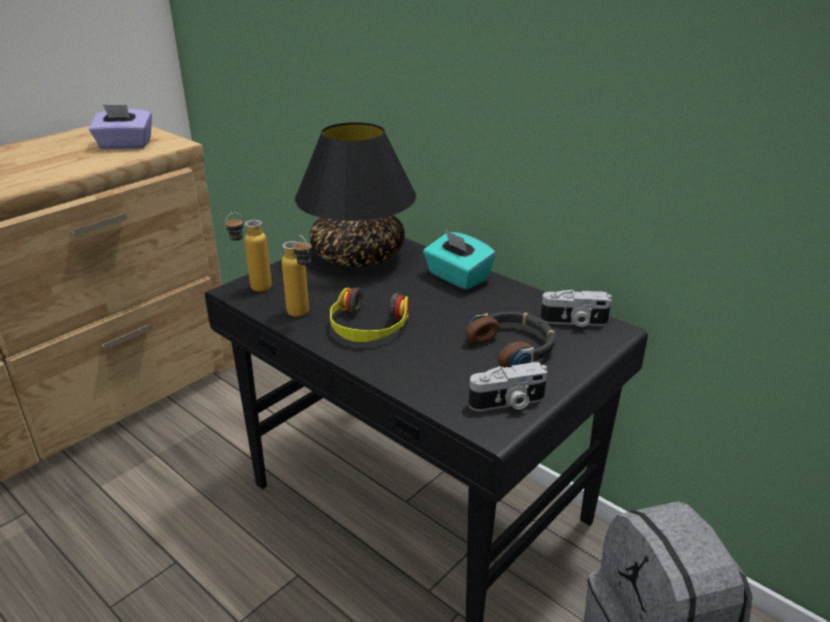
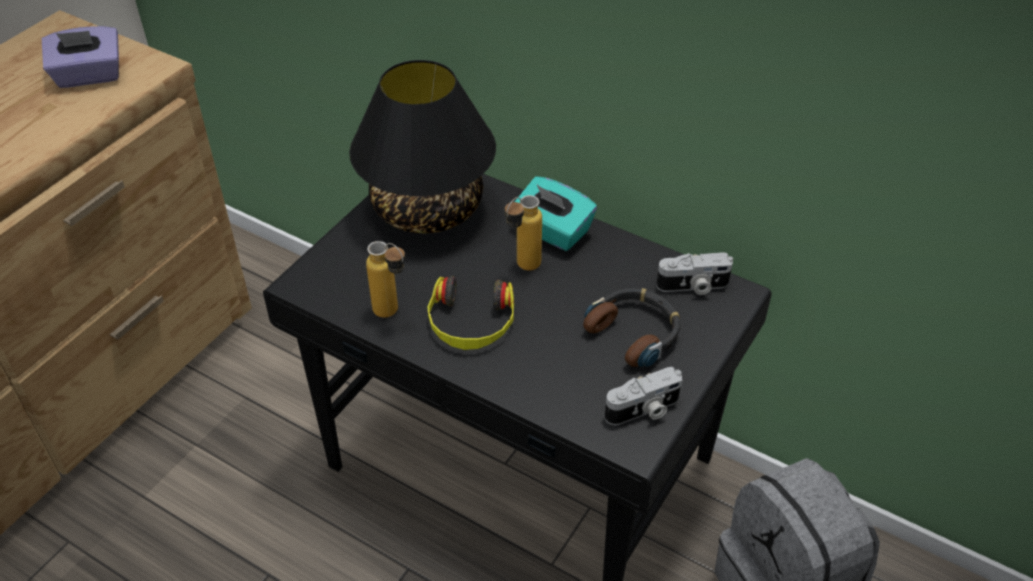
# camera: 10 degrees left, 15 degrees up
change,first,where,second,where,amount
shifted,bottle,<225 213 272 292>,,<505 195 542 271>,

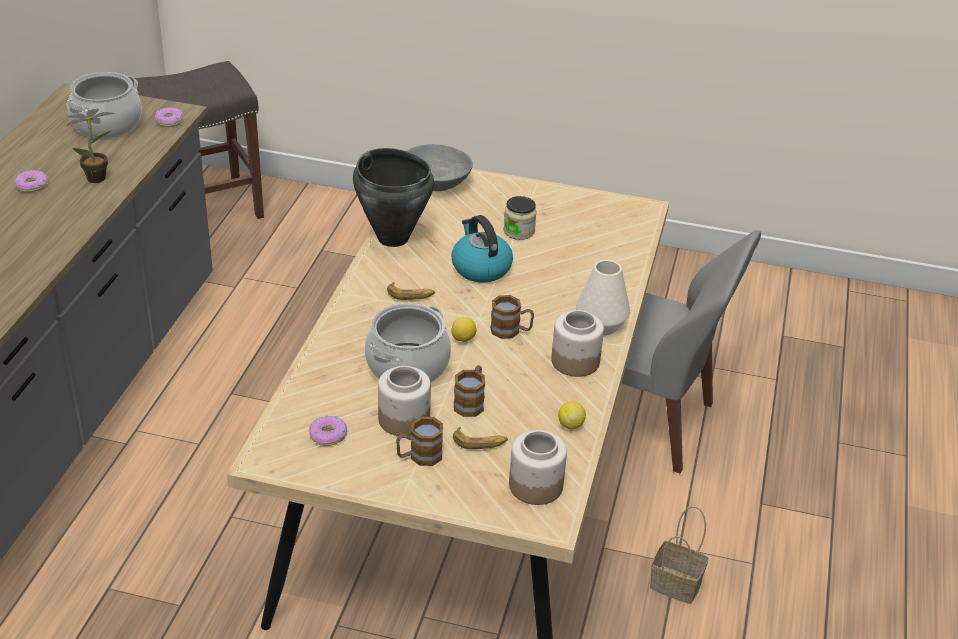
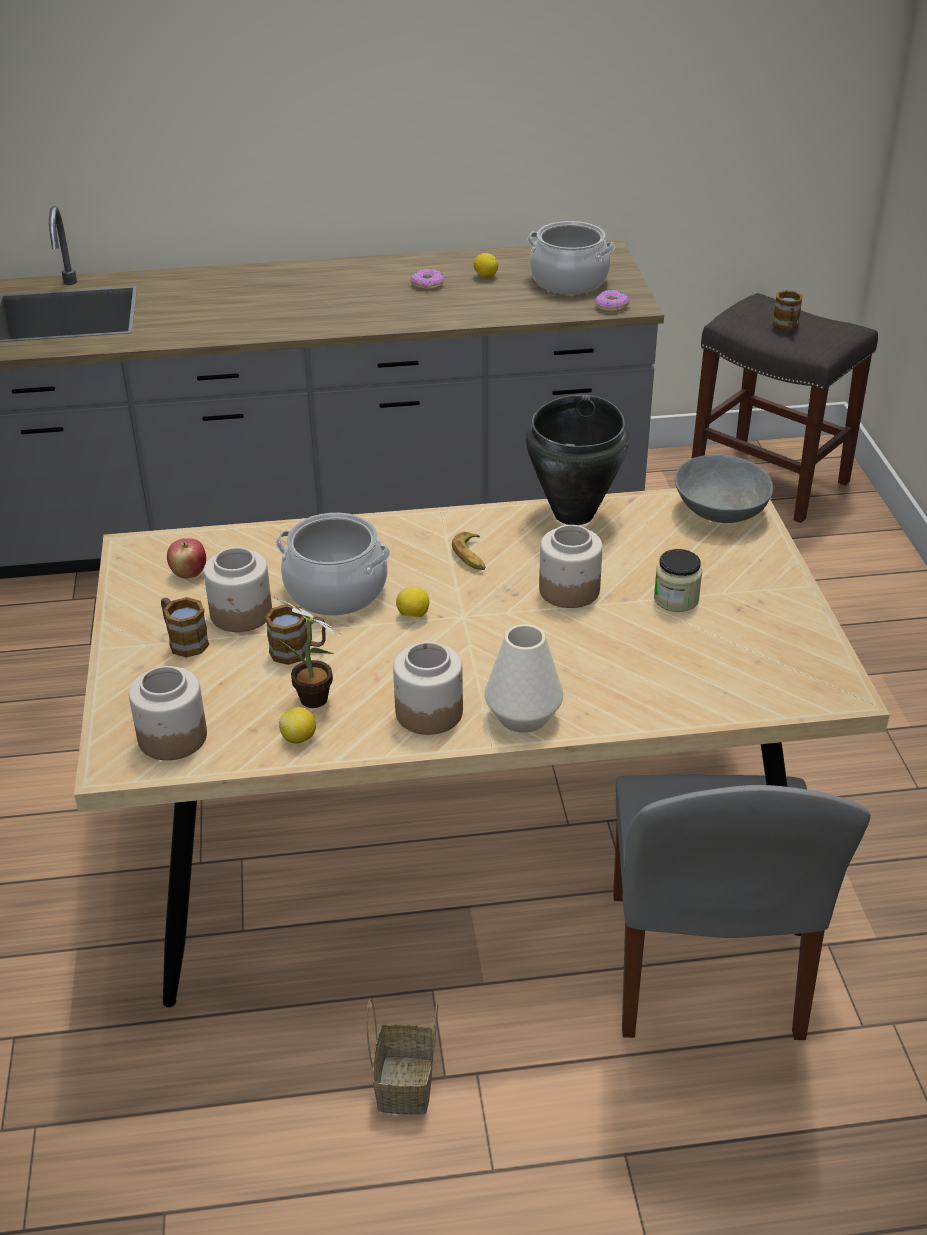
# camera: 70 degrees right, 0 degrees up
change,first,where,second,where,amount
swapped,donut,<309 416 347 446>,apple,<167 538 206 579>,
shifted,potted plant,<66 109 115 183>,,<273 597 338 708>,
new,,,lemon,<474 253 498 278>,
swapped,kettle,<451 215 513 282>,jar,<539 525 603 608>,
shifted,mug,<490 295 534 339>,,<772 290 803 331>,
gone,banana,<453 427 508 449>,,,

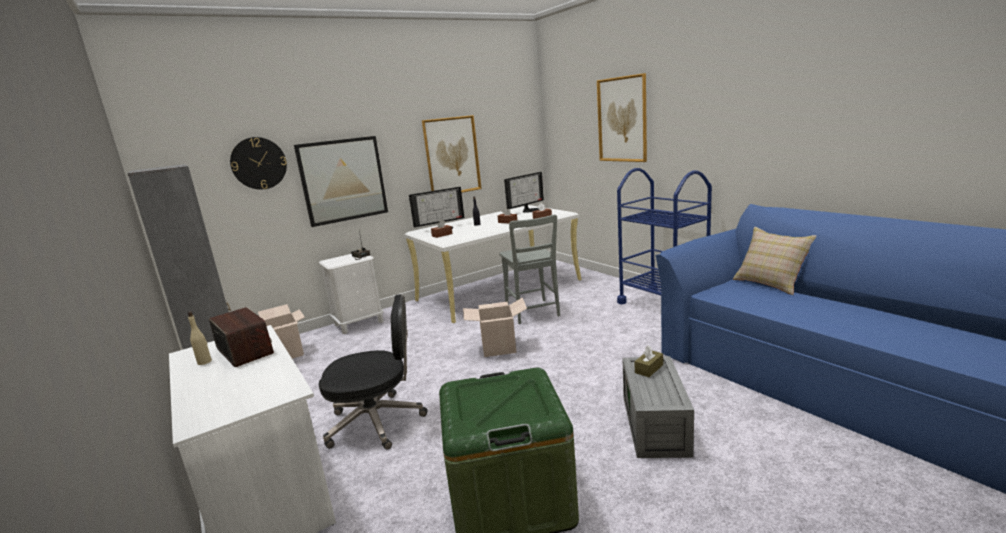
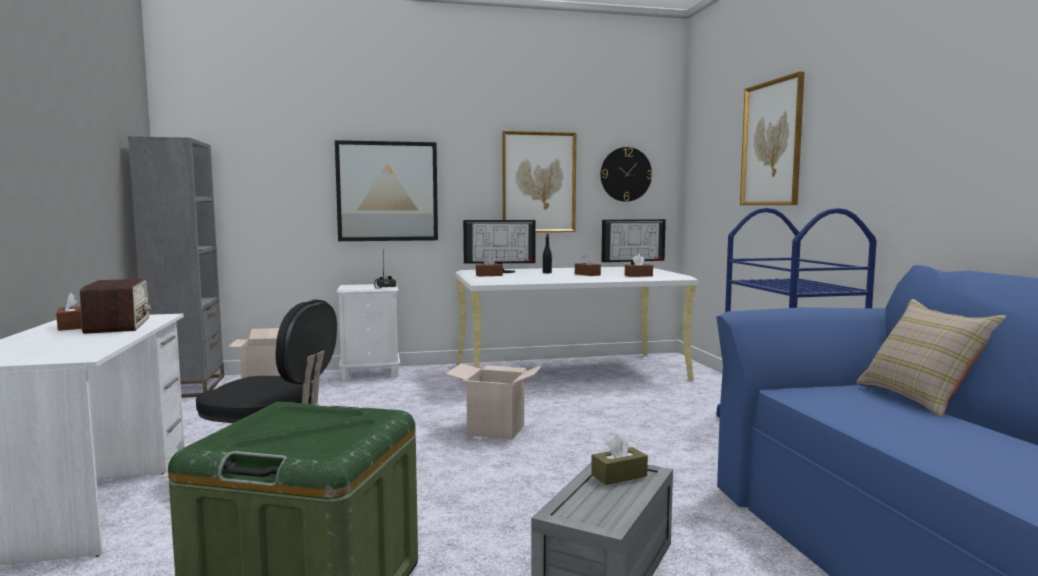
# camera: 20 degrees right, 10 degrees down
change,first,where,second,where,amount
swapped,bottle (beige),<188 311 212 365>,tissue box (brown),<56 293 82 331>,
shifted,wall clock,<230 137 287 190>,,<600 147 652 202>,
gone,chair (grey),<499 215 560 324>,,,

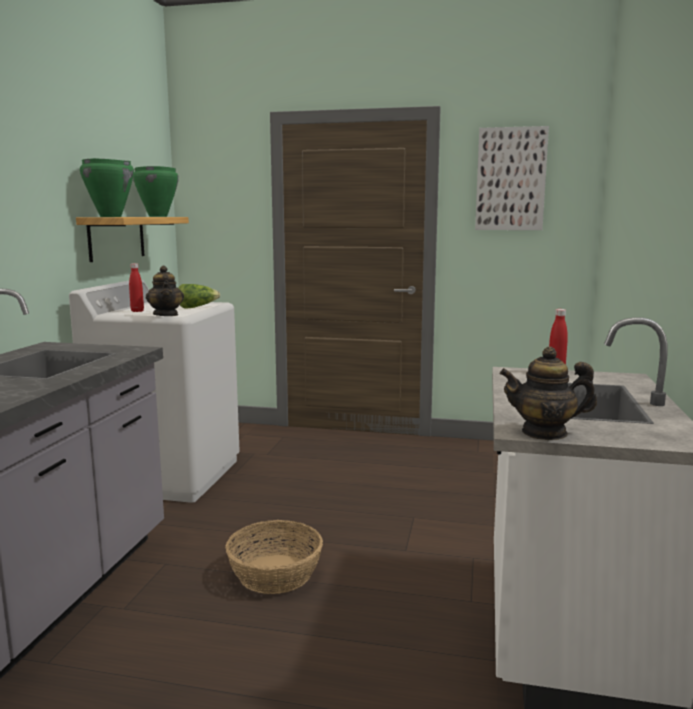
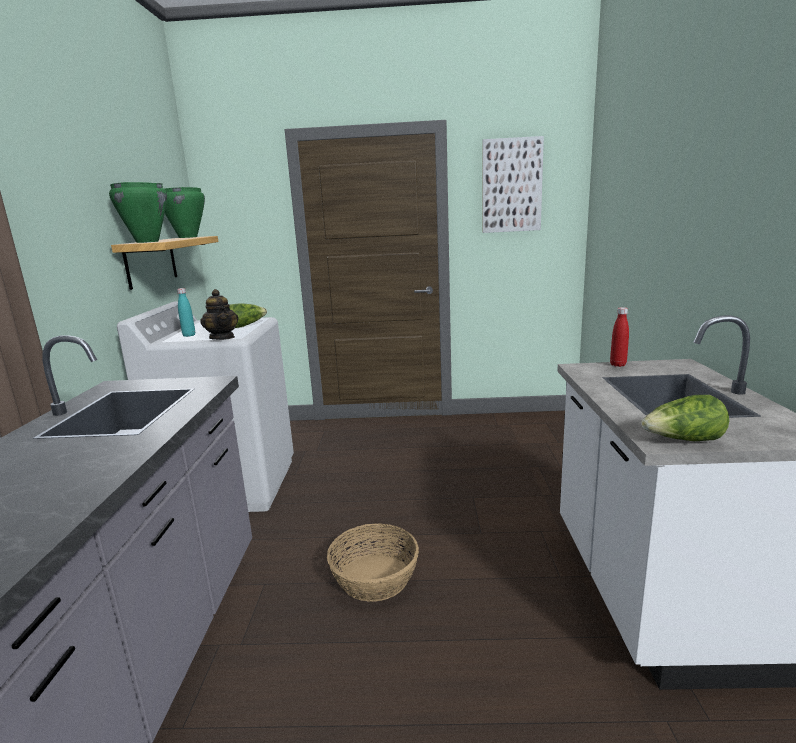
# camera: 10 degrees left, 5 degrees up
change,first,where,second,where,amount
repainted,bottle (red),<129 263 144 312>,bottle (turquoise),<177 288 195 337>,
swapped,teapot,<500 347 597 440>,lettuce,<641 395 729 441>,

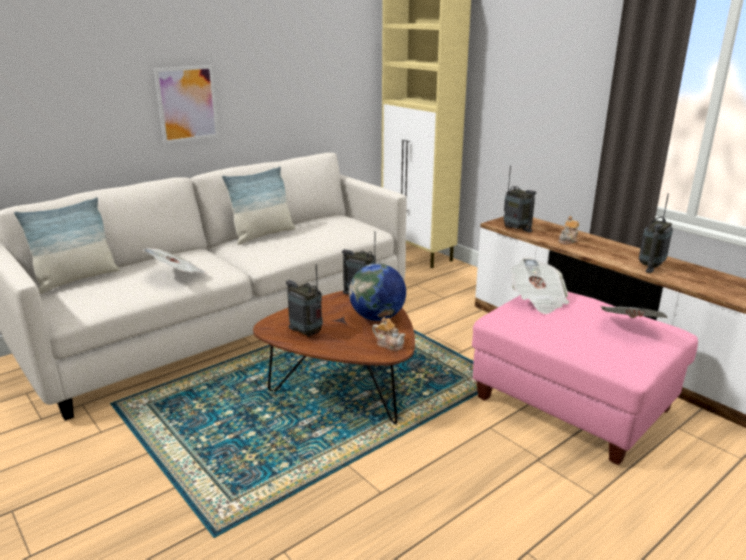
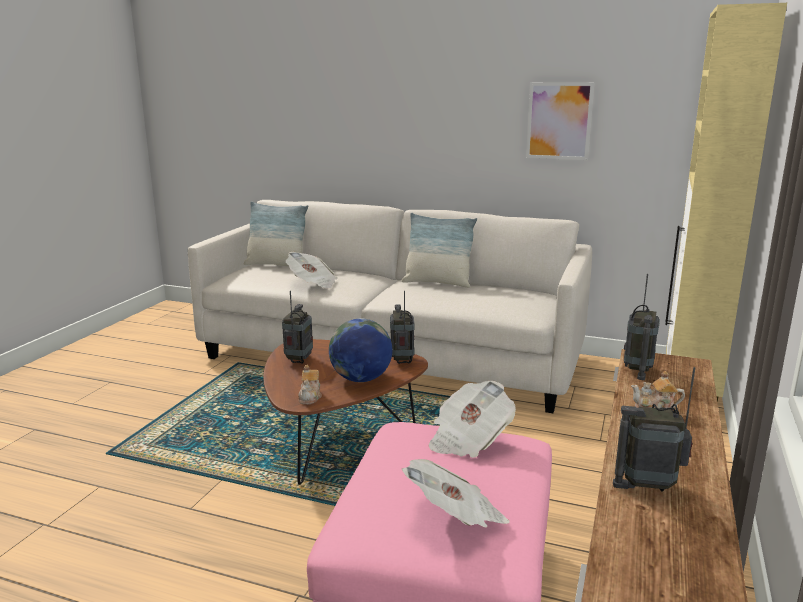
# camera: 60 degrees right, 5 degrees down
change,first,where,second,where,amount
shifted,picture,<154 65 219 144>,,<526 82 595 160>,

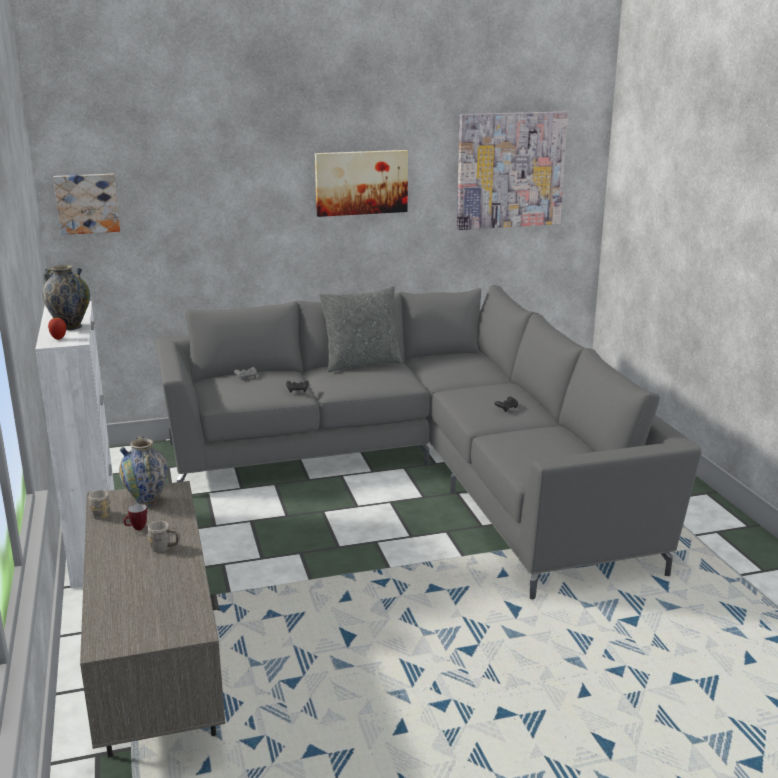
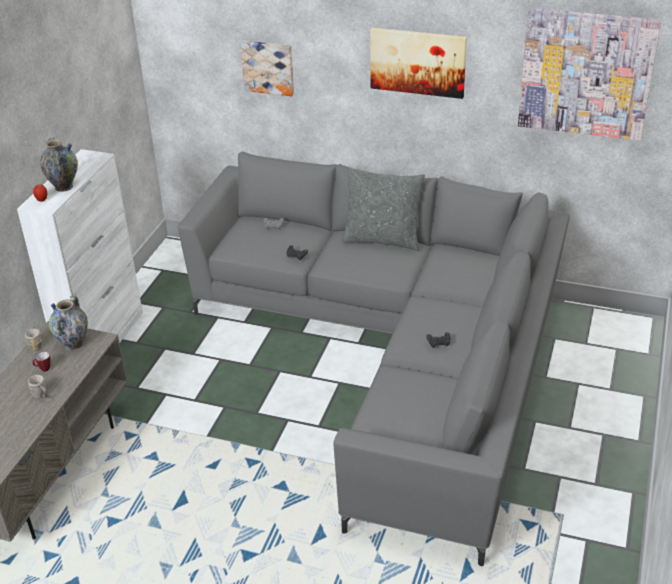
# camera: 35 degrees right, 15 degrees up
change,first,where,second,where,amount
shifted,picture,<54 174 120 235>,,<240 40 294 96>,

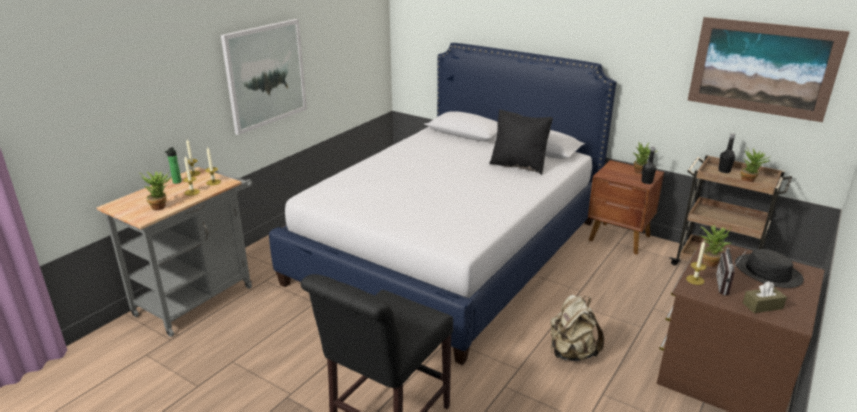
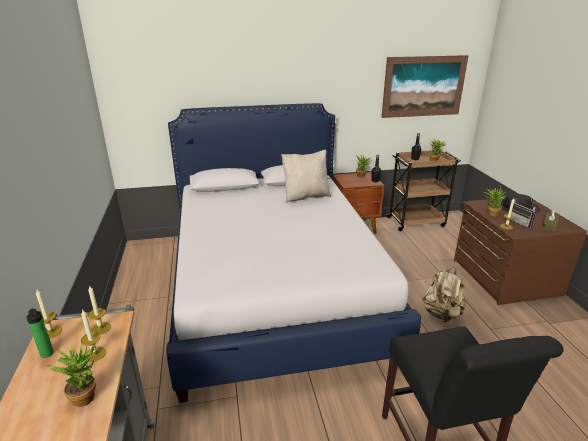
# camera: 45 degrees left, 0 degrees up
change,first,where,second,where,amount
repainted,pillow (black),<489 109 553 174>,pillow (beige),<281 150 331 203>,
gone,picture,<221 19 307 135>,,,

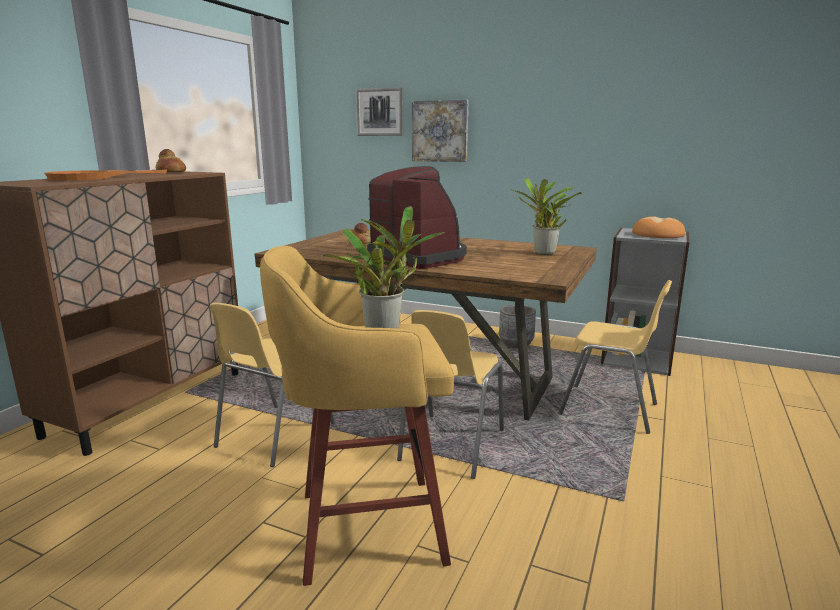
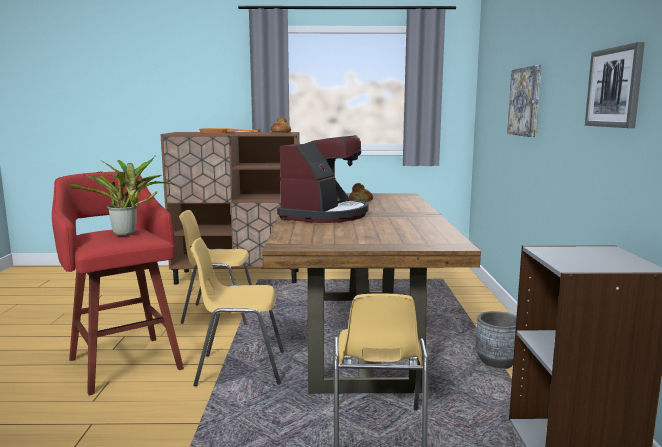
# camera: 65 degrees right, 5 degrees down
change,first,where,second,where,amount
repainted,stool (yellow),<260 246 454 586>,stool (red),<52 172 184 396>,
shifted,picture,<356 87 404 136>,,<585 42 645 128>,
gone,potted plant,<511 178 582 255>,,,
gone,bread,<632 216 685 238>,,,

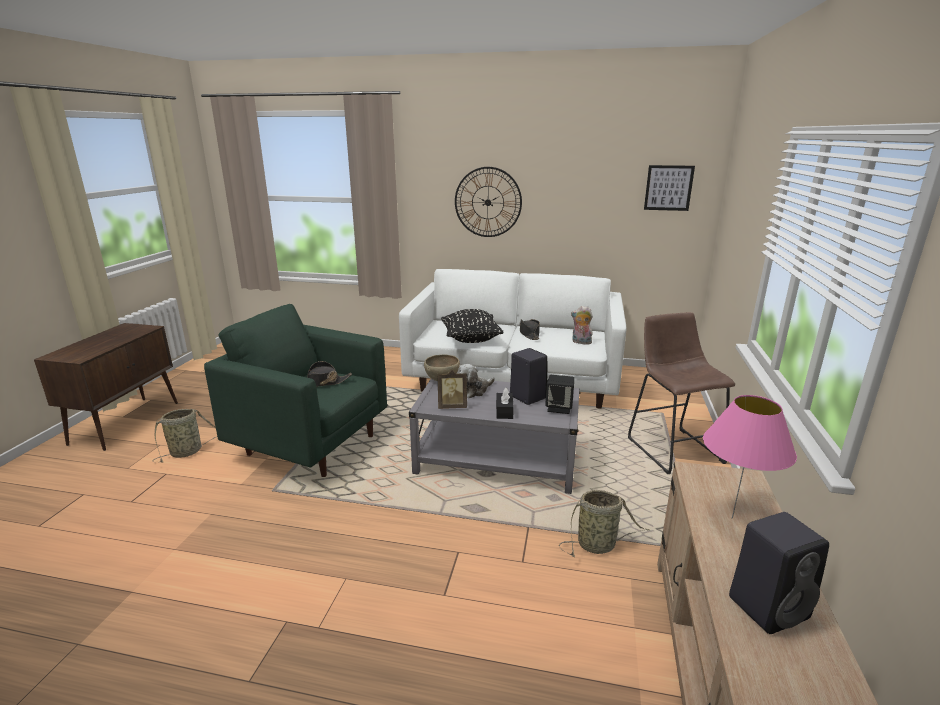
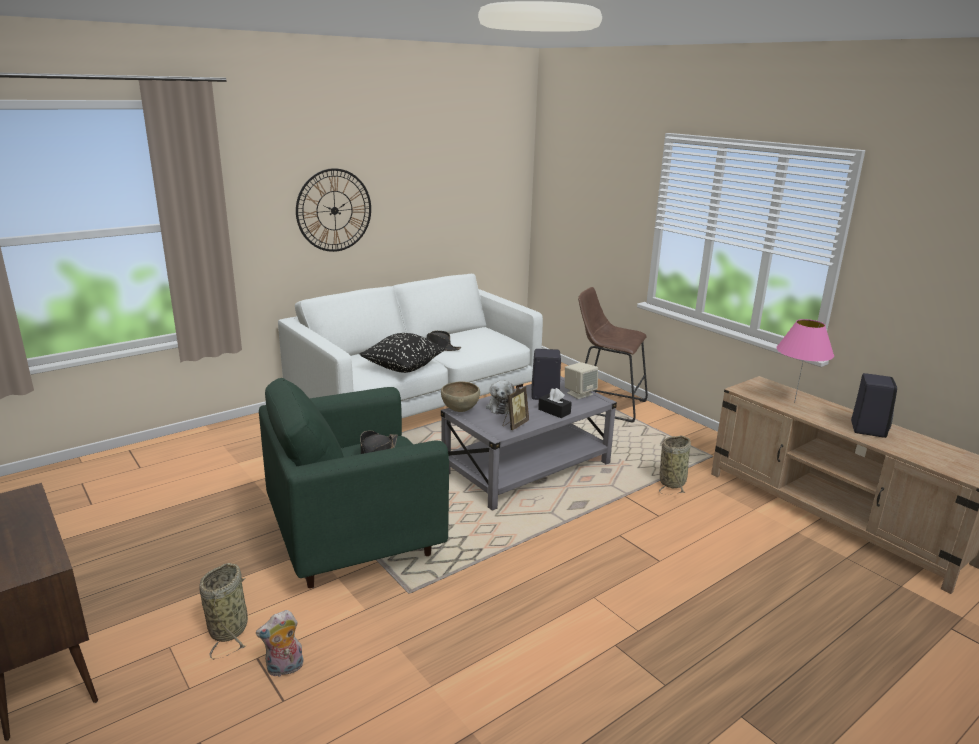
# camera: 50 degrees left, 0 degrees up
change,first,where,second,where,amount
shifted,plush toy,<571 306 593 345>,,<256 610 304 677>,
repainted,speaker (black),<545 375 574 414>,speaker (beige),<565 362 598 399>,
gone,picture,<644 165 695 211>,,,

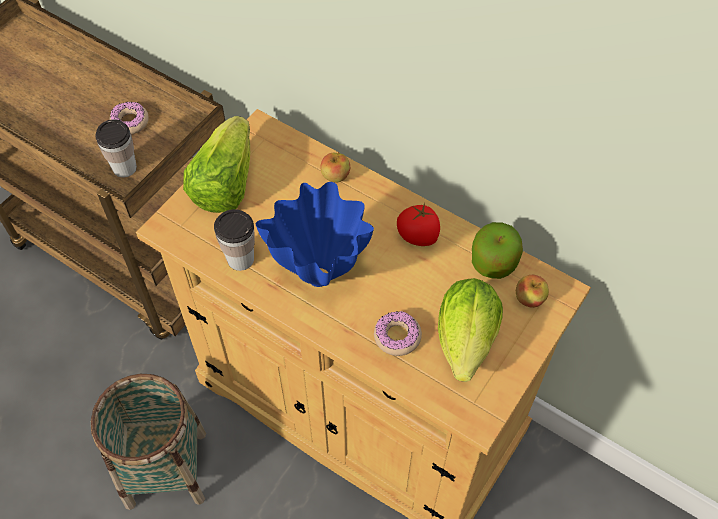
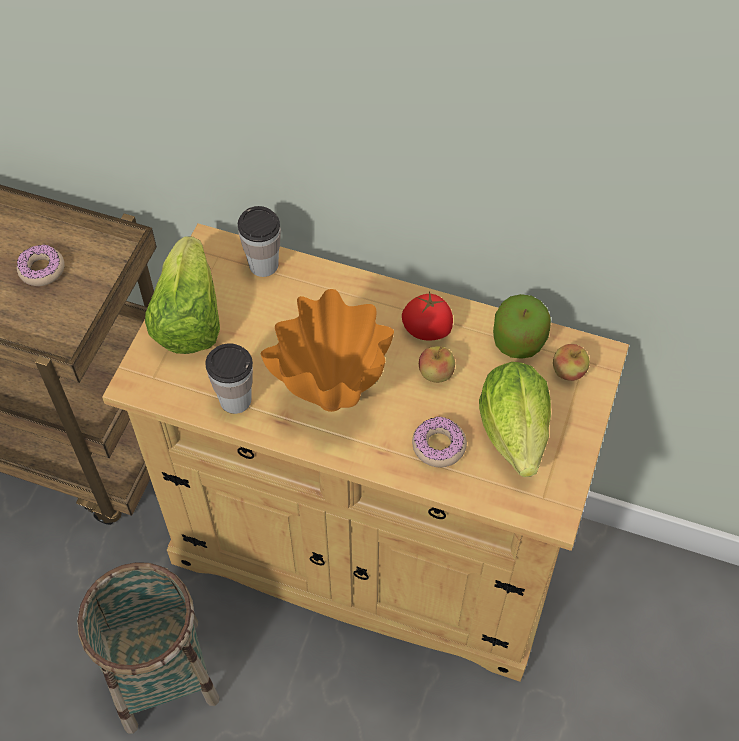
# camera: 15 degrees left, 0 degrees up
change,first,where,second,where,amount
shifted,cup,<95 119 137 178>,,<238 206 281 277>,
repainted,vase (blue),<256 182 374 287>,vase (orange),<261 289 394 412>,
shifted,apple,<321 152 350 182>,,<419 346 455 383>,

